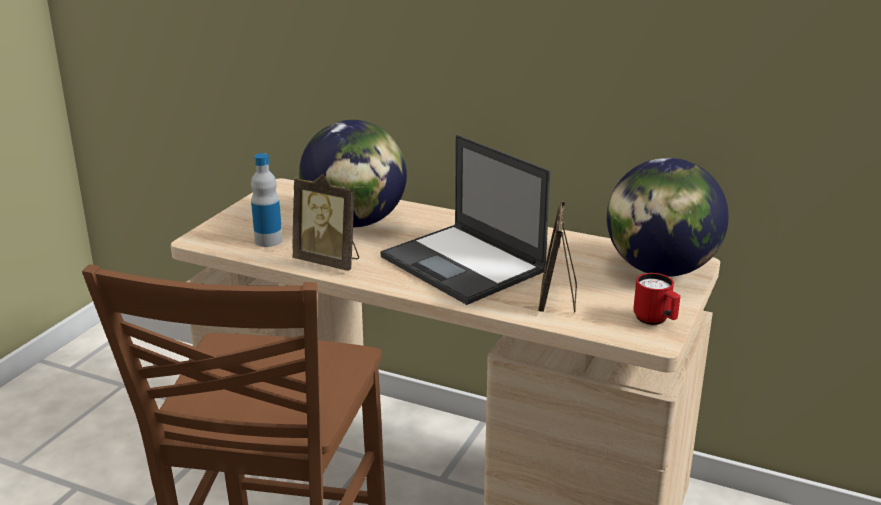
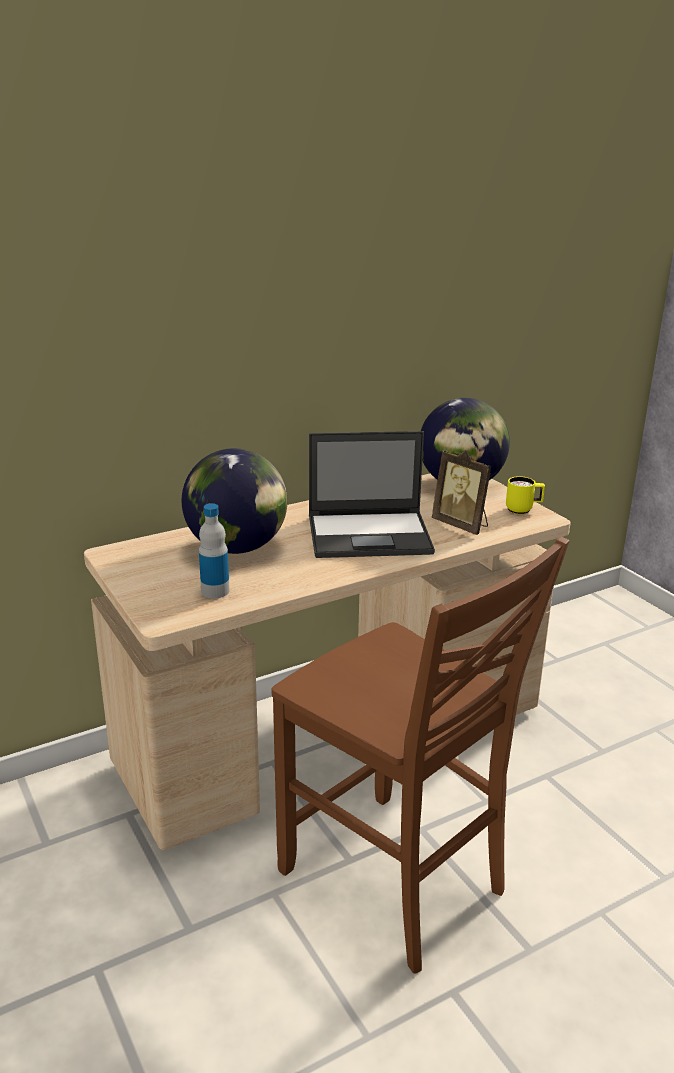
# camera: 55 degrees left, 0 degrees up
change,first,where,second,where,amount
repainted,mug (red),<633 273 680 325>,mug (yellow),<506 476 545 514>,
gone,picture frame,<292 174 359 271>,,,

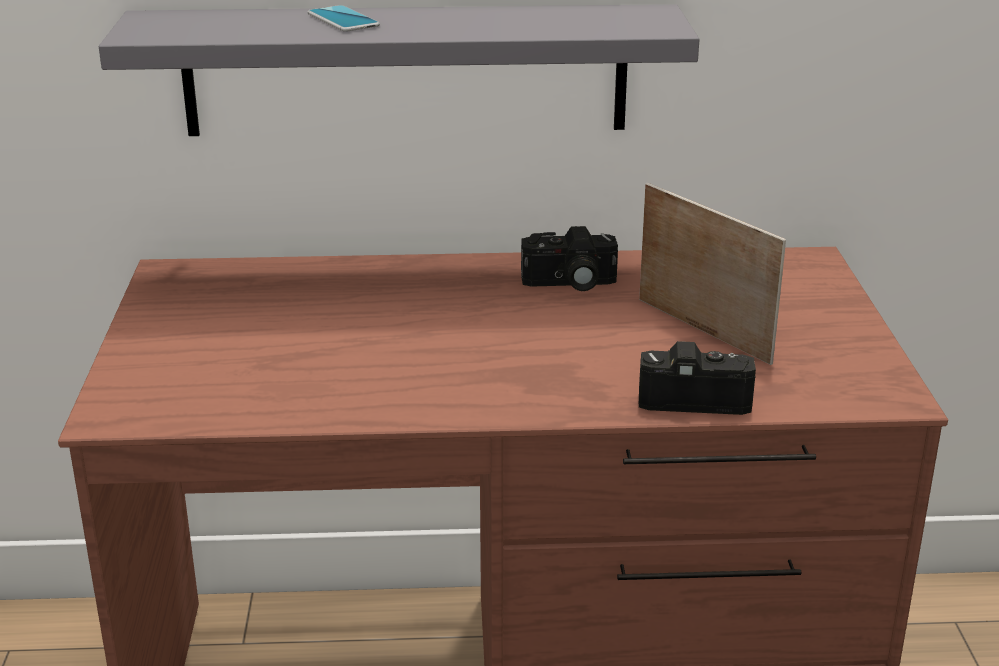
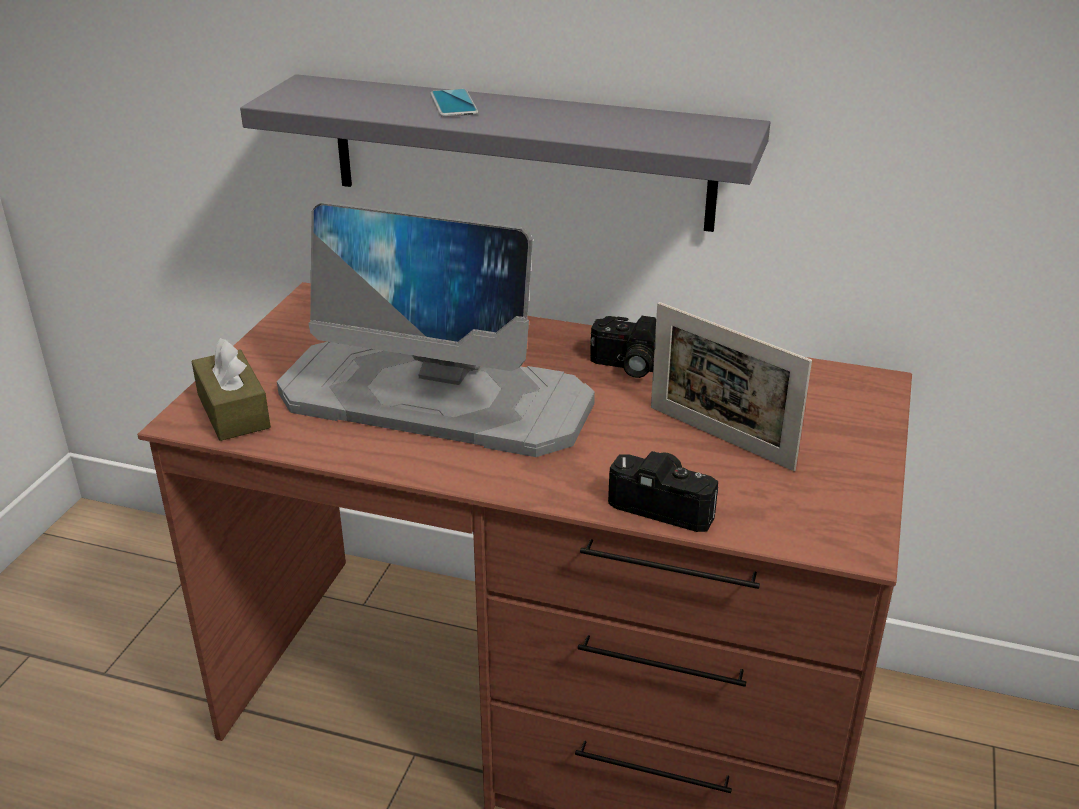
# camera: 20 degrees right, 5 degrees up
change,first,where,second,where,amount
new,,,tissue box (brown),<192 338 271 441>,
new,,,monitor,<277 202 595 457>,
rotated,picture frame,<639 183 786 365>,,<651 302 812 471>,150 degrees clockwise

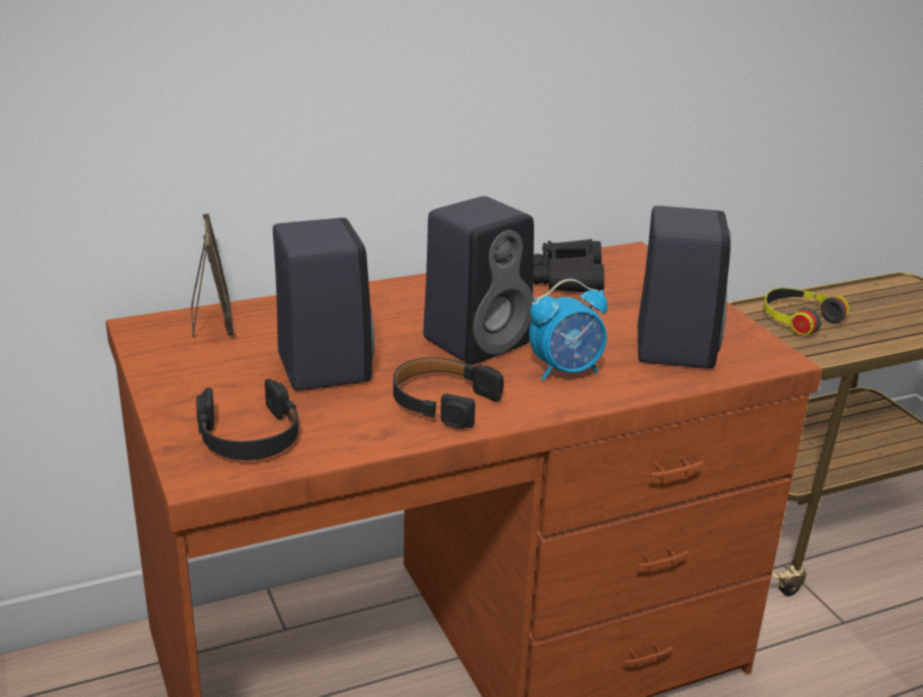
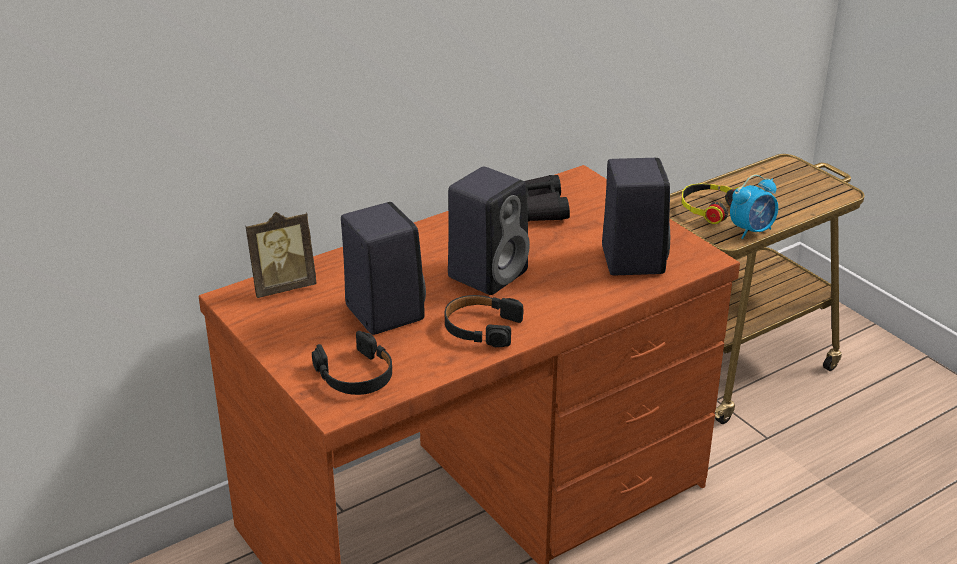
# camera: 10 degrees left, 5 degrees up
change,first,where,second,where,amount
rotated,picture frame,<191 214 234 337>,,<245 212 317 298>,90 degrees clockwise
shifted,alarm clock,<529 279 608 381>,,<730 175 778 239>,

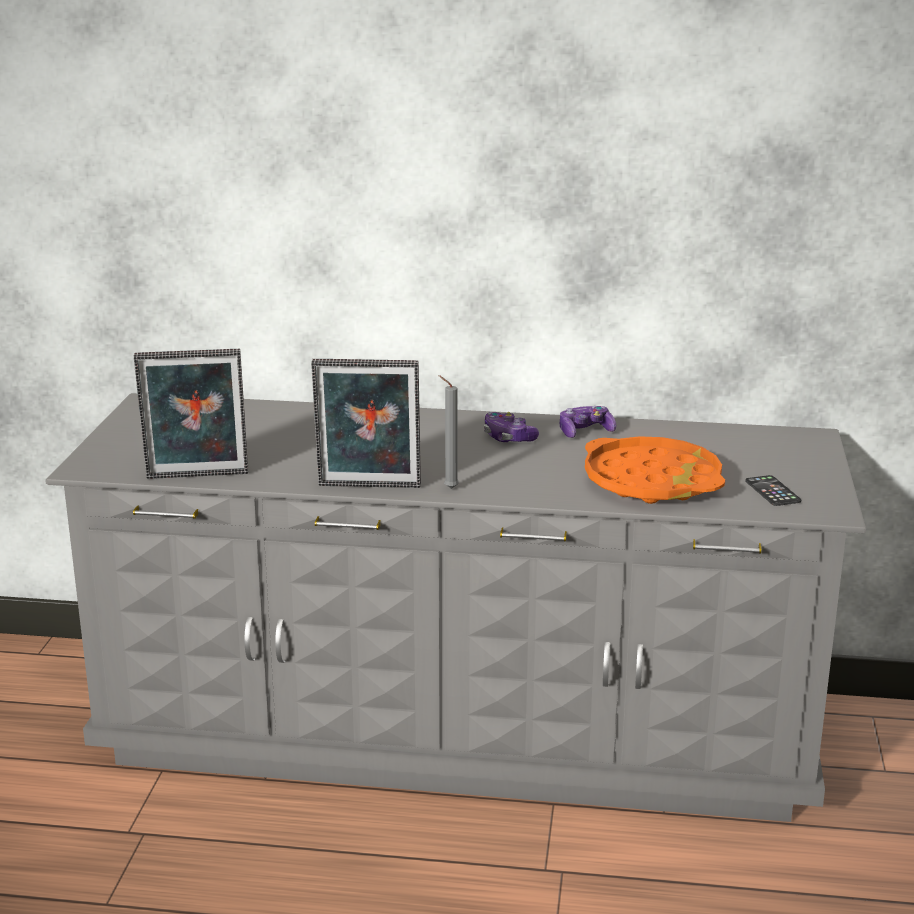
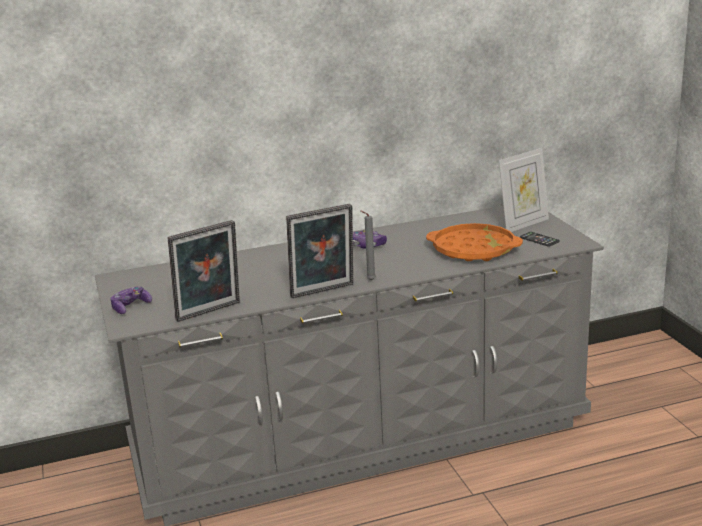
# camera: 25 degrees left, 0 degrees up
change,first,where,second,where,amount
shifted,game controller,<560 406 616 438>,,<110 286 152 314>,
new,,,picture frame,<499 148 549 232>,

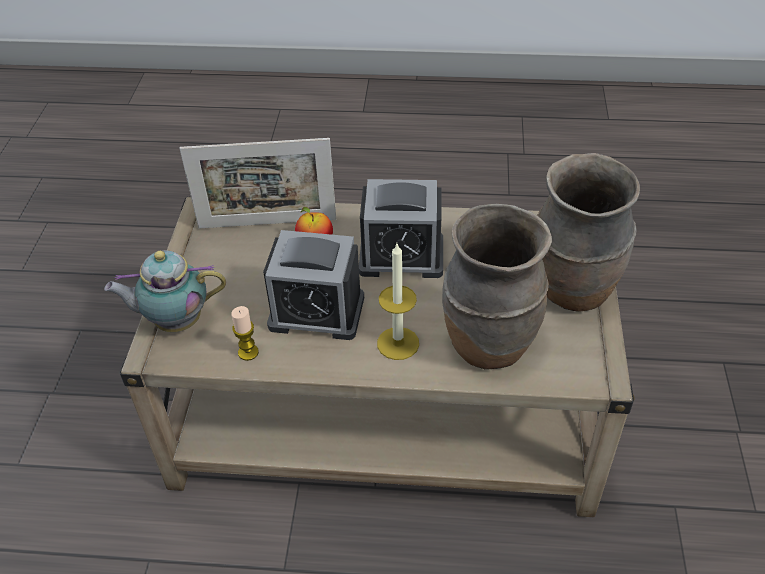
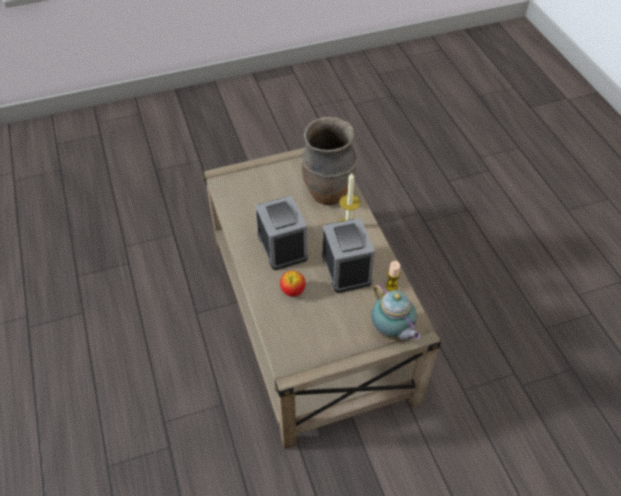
# camera: 115 degrees left, 5 degrees up
change,first,where,second,where,amount
gone,picture frame,<179 138 336 229>,,,
gone,vase (brown),<537 153 640 312>,,,

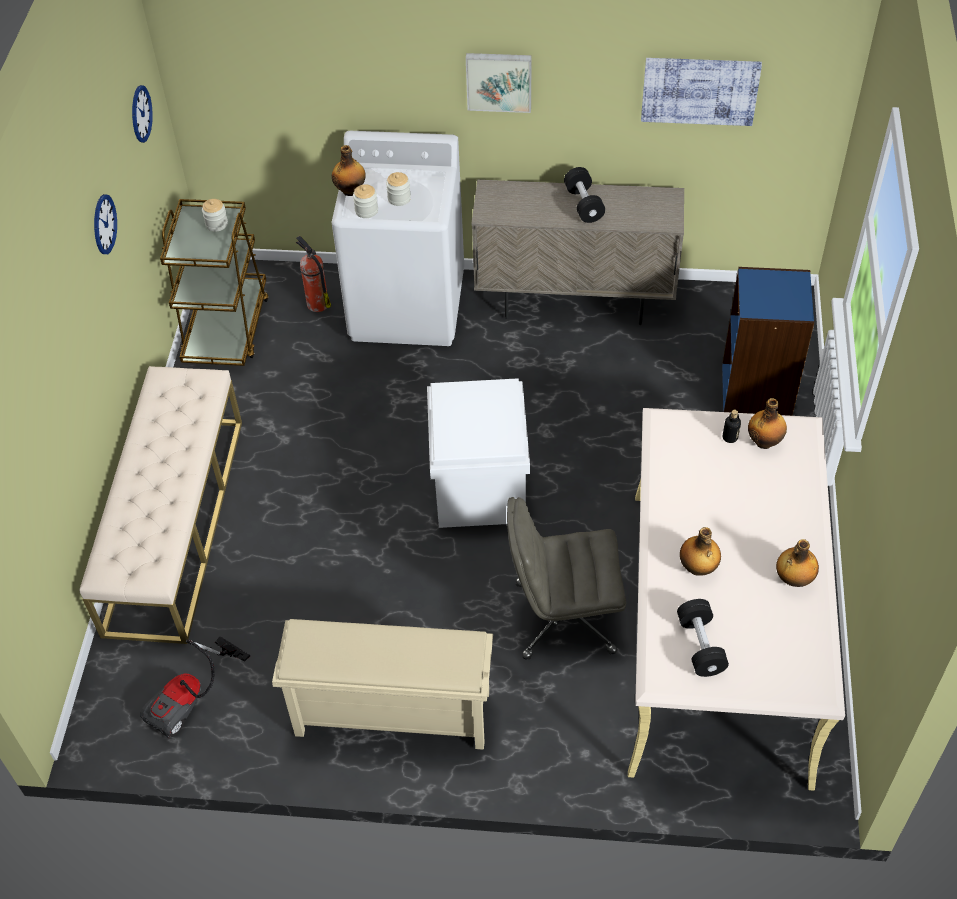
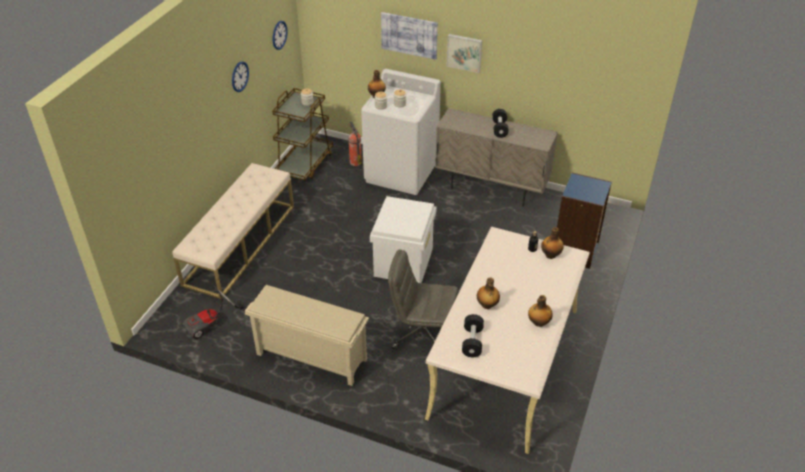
# camera: 15 degrees right, 10 degrees down
change,first,where,second,where,amount
shifted,picture,<641 58 762 126>,,<381 12 438 60>,

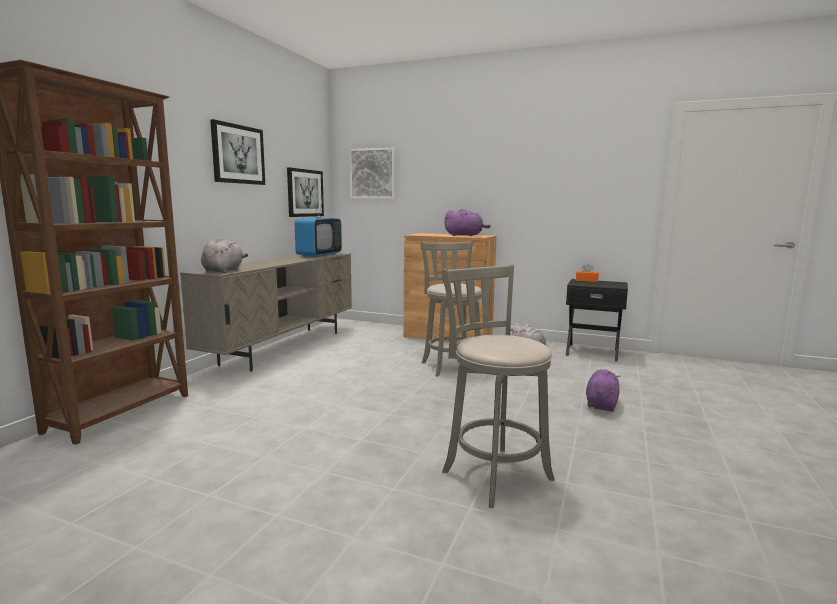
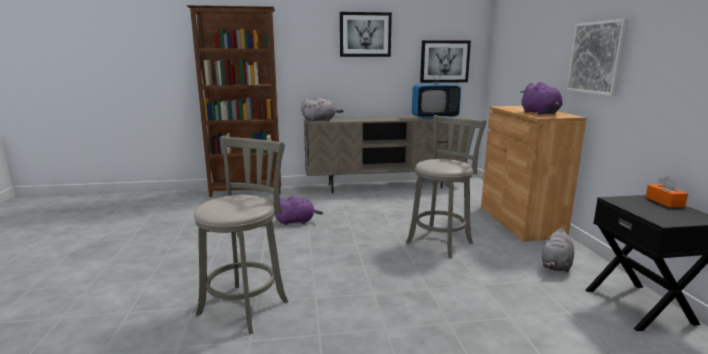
# camera: 60 degrees right, 5 degrees up
change,first,where,second,where,amount
shifted,plush toy (purple),<586 369 620 412>,,<274 196 323 225>,
shifted,picture,<350 148 395 199>,,<566 19 629 96>,

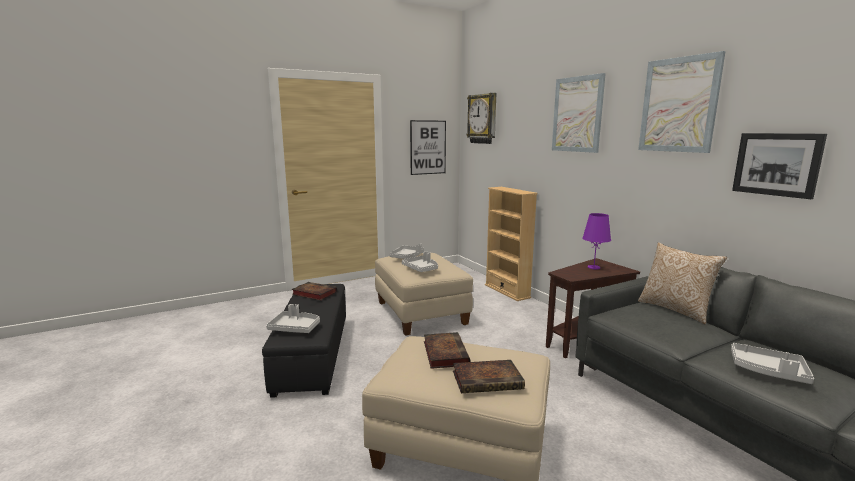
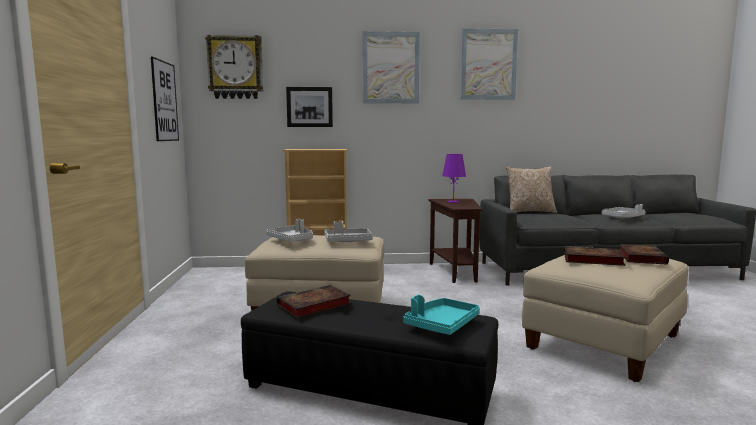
# camera: 65 degrees left, 5 degrees down
change,first,where,second,where,amount
shifted,picture,<732 133 827 199>,,<286 87 333 127>,
repainted,tray (grey),<266 304 320 333>,tray (turquoise),<403 295 480 335>,

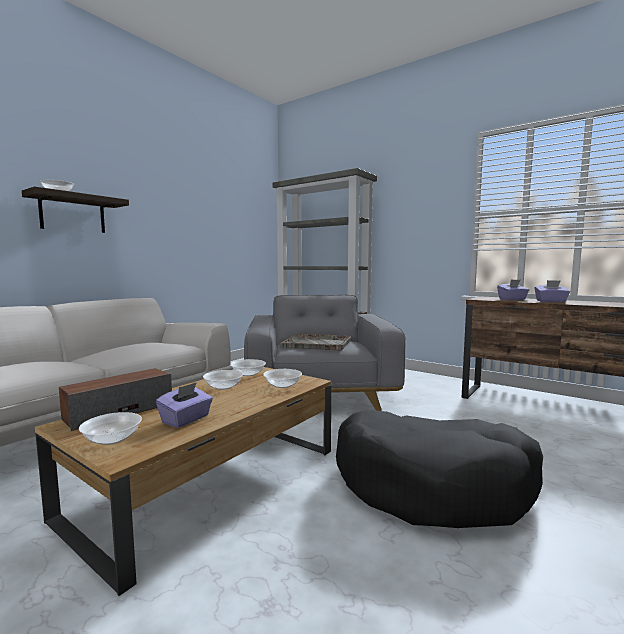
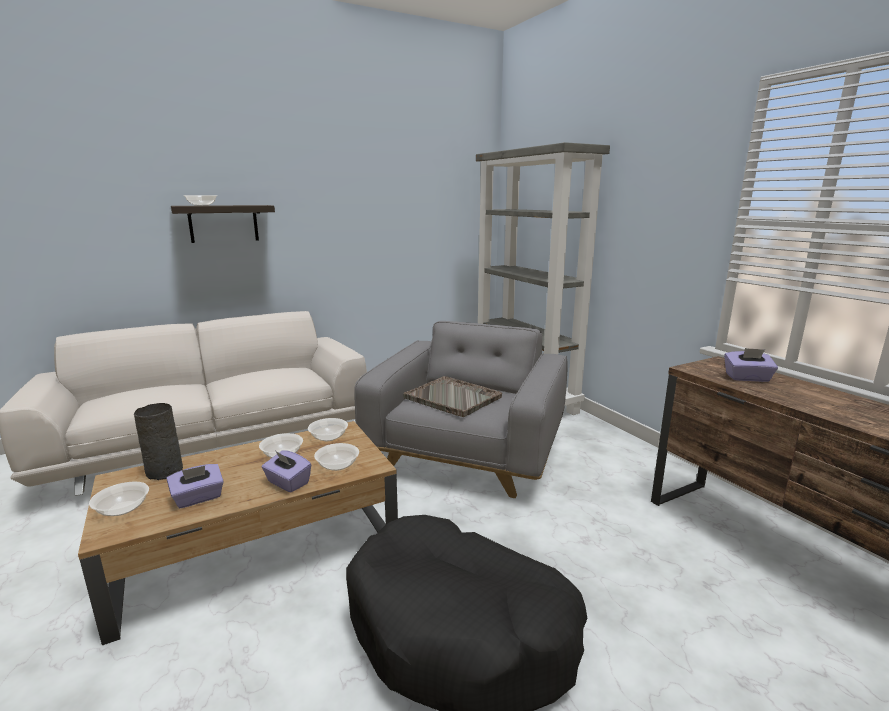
# camera: 25 degrees right, 10 degrees up
change,first,where,second,where,amount
swapped,speaker,<59 368 172 431>,vase (grey),<134 403 183 480>,
shifted,tissue box (purple),<534 280 570 302>,,<262 451 311 492>,

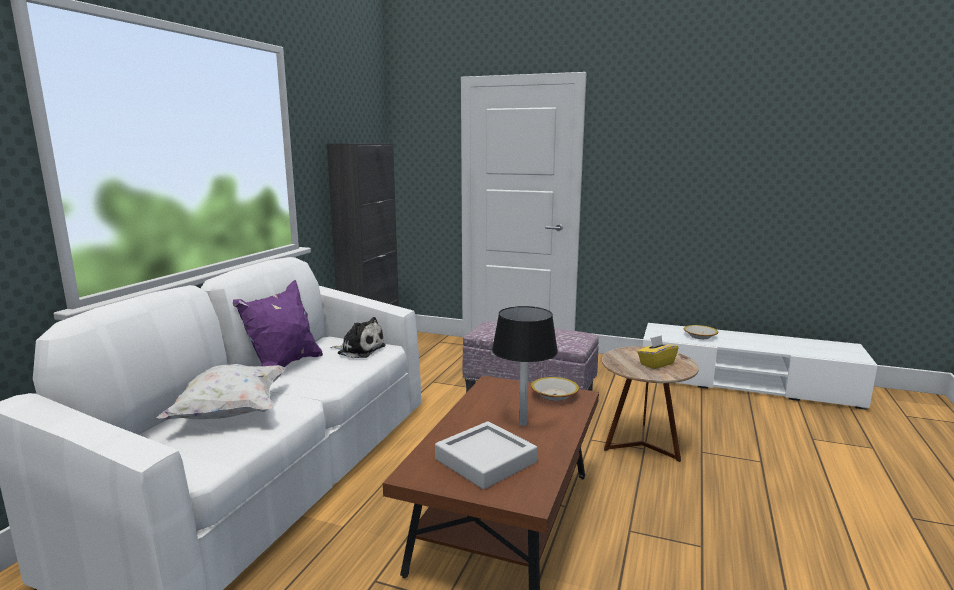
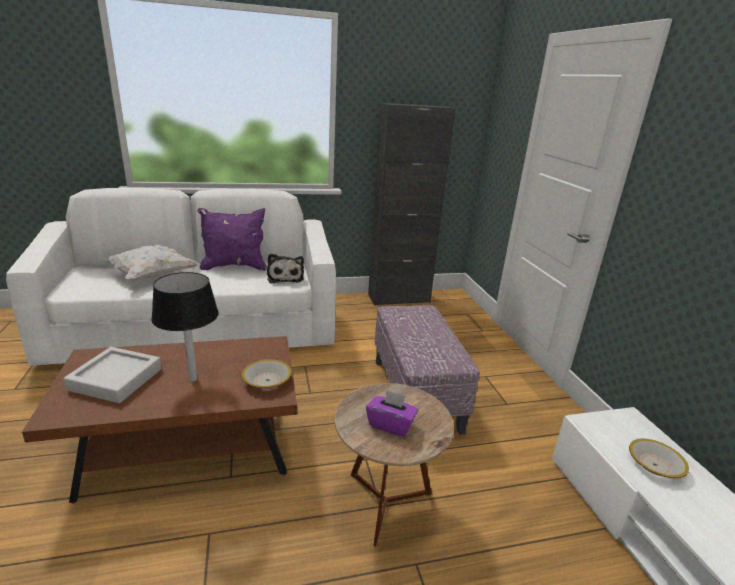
# camera: 55 degrees right, 10 degrees up
change,first,where,second,where,amount
repainted,tissue box (yellow),<637 335 679 369>,tissue box (purple),<366 390 418 437>,

